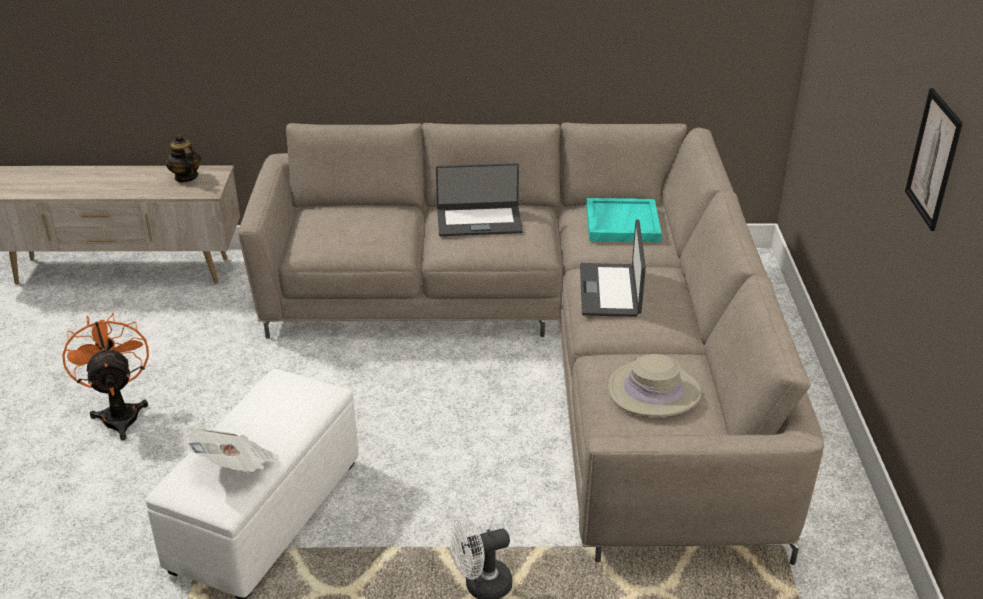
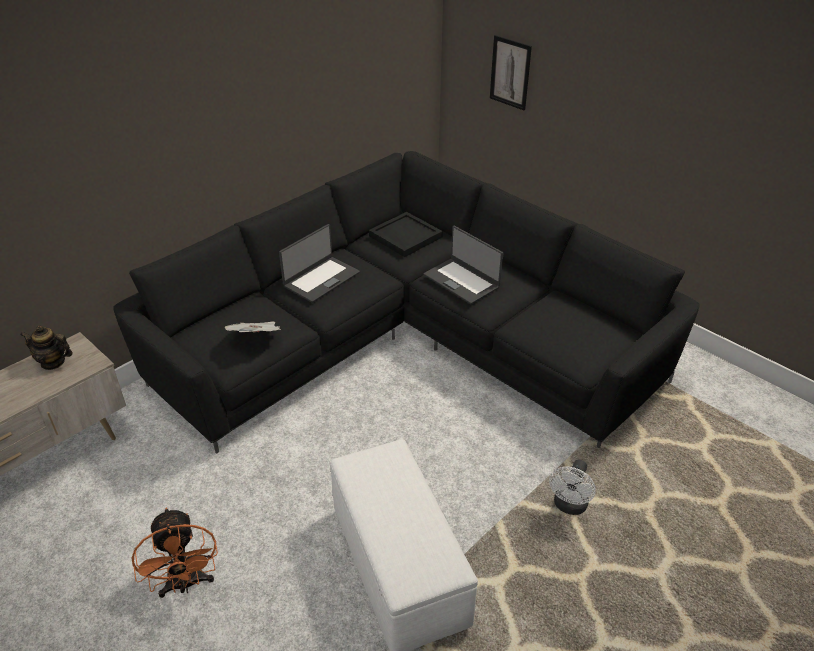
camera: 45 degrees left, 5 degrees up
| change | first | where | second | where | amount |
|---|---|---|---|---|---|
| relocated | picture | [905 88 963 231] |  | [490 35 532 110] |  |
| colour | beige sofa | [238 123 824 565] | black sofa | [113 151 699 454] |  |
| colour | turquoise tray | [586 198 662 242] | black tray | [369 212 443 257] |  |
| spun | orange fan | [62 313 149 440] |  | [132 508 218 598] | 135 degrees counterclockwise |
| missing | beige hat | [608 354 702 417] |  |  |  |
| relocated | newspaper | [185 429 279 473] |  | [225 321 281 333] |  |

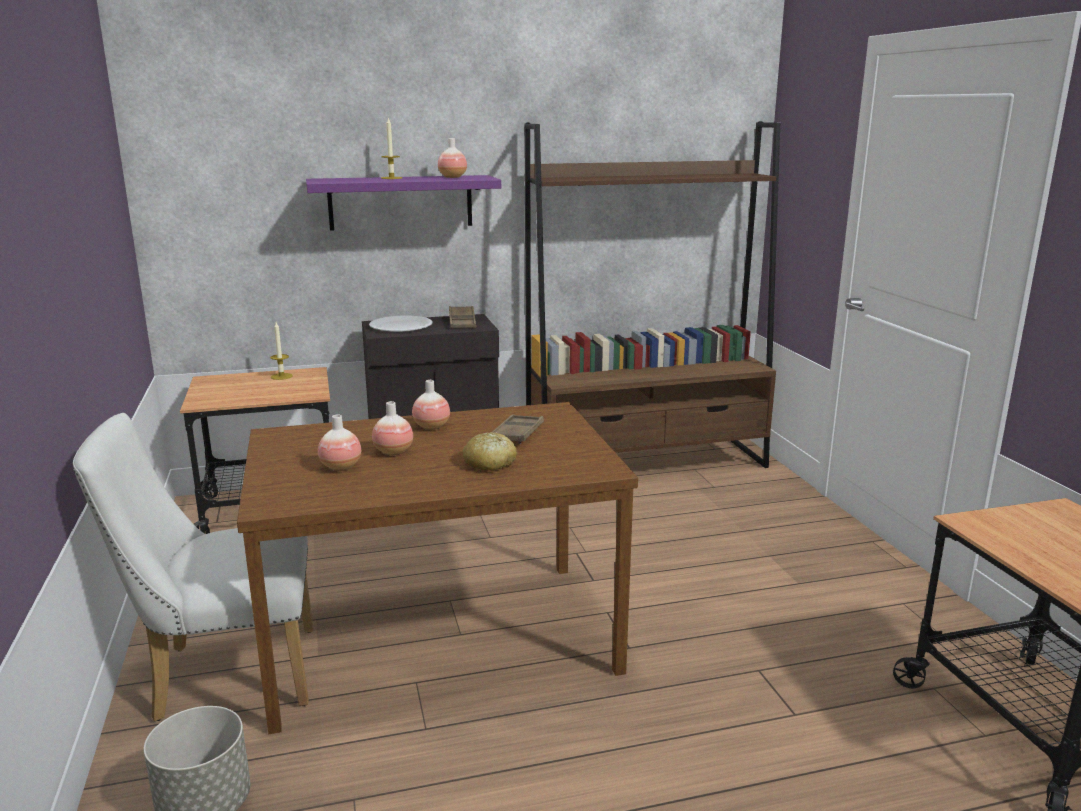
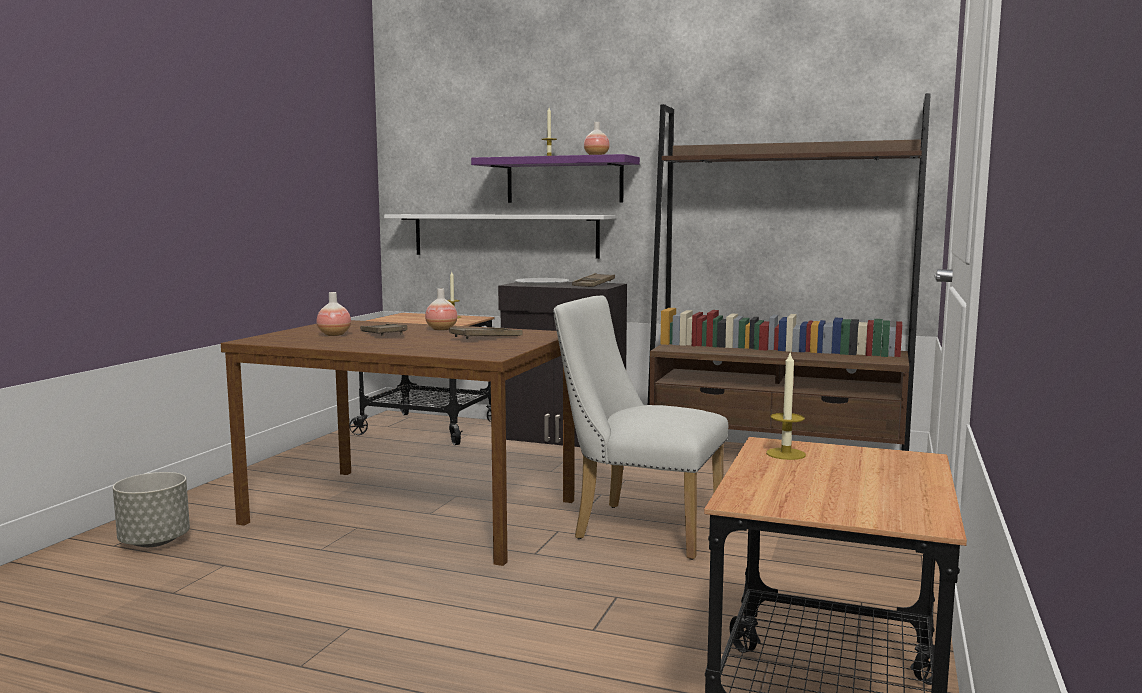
camera: 35 degrees right, 10 degrees down
| change | first | where | second | where | amount |
|---|---|---|---|---|---|
| exchanged | vase | [372 401 413 455] | brown tray | [360 324 407 336] |  |
| relocated | white chair | [73 413 313 721] |  | [553 296 728 560] |  |
| missing | bread | [463 432 517 471] |  |  |  |
| appeared |  |  | white shelf | [384 214 615 259] |  |
| appeared |  |  | candle | [766 353 806 460] |  |

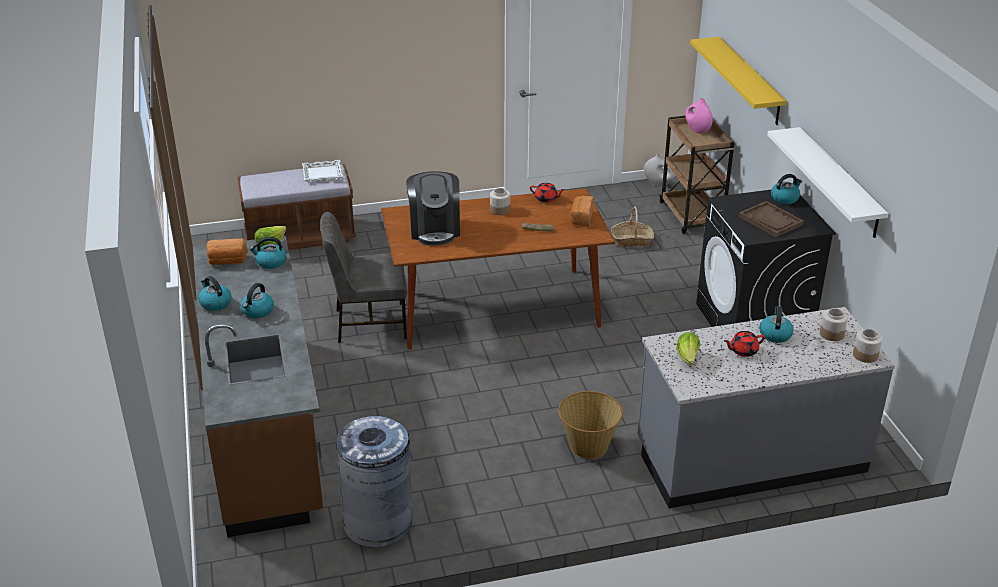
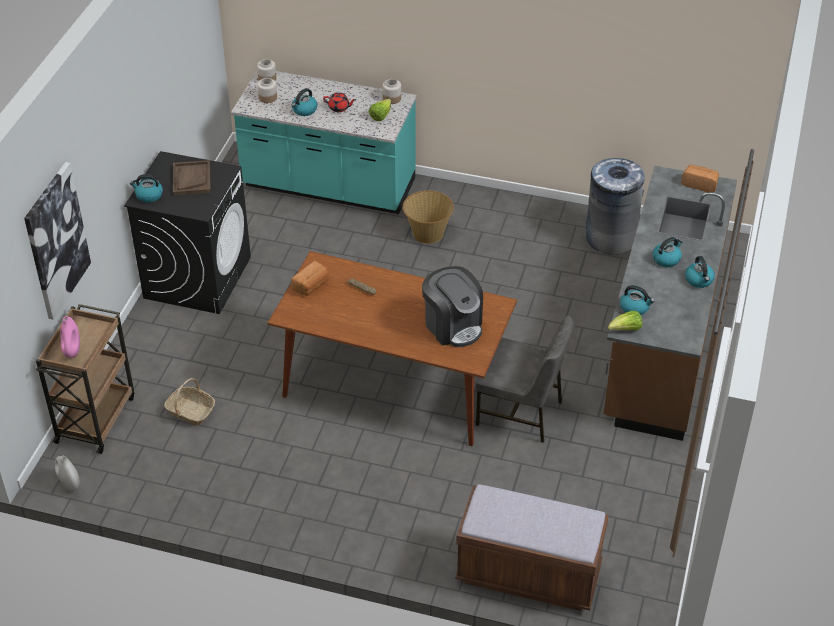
camera: 150 degrees left, 10 degrees up
| change | first | where | second | where | amount |
|---|---|---|---|---|---|
| exchanged | yellow shelf | [690 37 787 125] | picture | [24 162 91 320] |  |
| missing | white shelf | [767 127 889 238] |  |  |  |
| missing | white tray | [302 160 343 182] |  |  |  |
| spun | coffee machine | [406 171 460 246] |  | [422 266 483 347] | 120 degrees clockwise |
| missing | red teapot | [530 183 565 203] |  |  |  |
| relocated | jar | [490 188 510 215] |  | [383 79 401 104] |  |
| relocated | bread | [207 239 248 265] |  | [681 165 719 193] |  |
| colour | grey counter | [637 307 895 508] | turquoise counter | [231 71 417 214] |  |

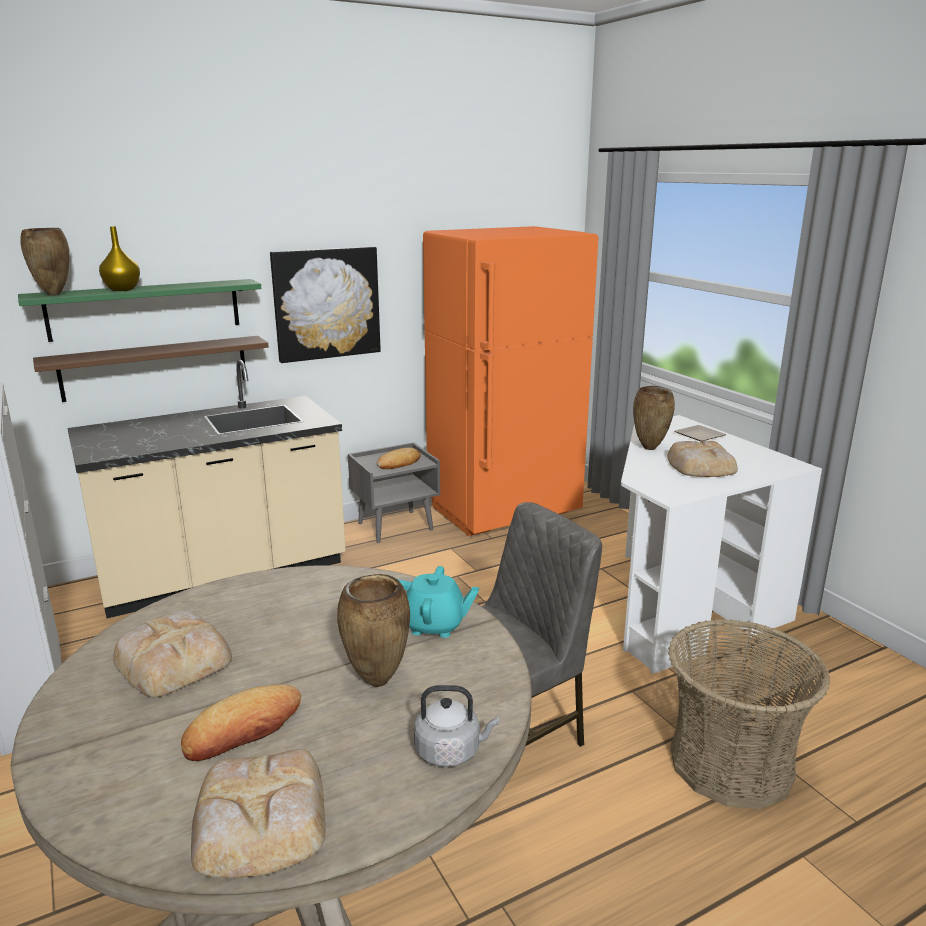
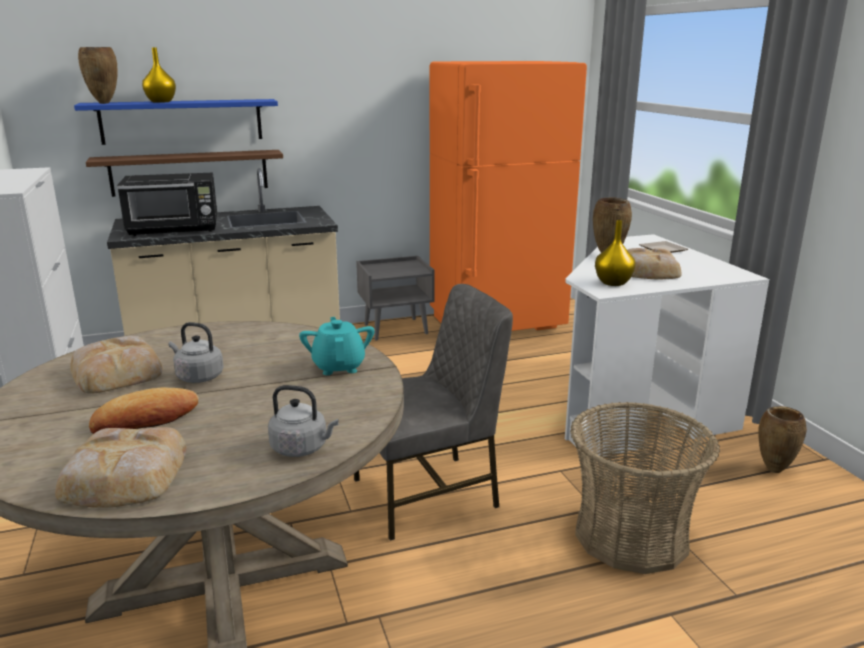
camera: 10 degrees right, 0 degrees up
| change | first | where | second | where | amount |
|---|---|---|---|---|---|
| missing | picture | [270 247 381 363] |  |  |  |
| colour | green shelf | [18 279 261 342] | blue shelf | [74 99 278 145] |  |
| missing | bread | [377 448 421 469] |  |  |  |
| spun | turquoise teapot | [398 566 479 638] |  | [299 317 375 375] | 120 degrees counterclockwise |
| relocated | brown vase | [337 574 410 687] |  | [759 406 807 473] |  |
| appeared |  |  | black microwave | [117 173 217 236] |  |
| appeared |  |  | yellow vase | [595 220 636 286] |  |
| appeared |  |  | grey kettle | [169 322 224 383] |  |

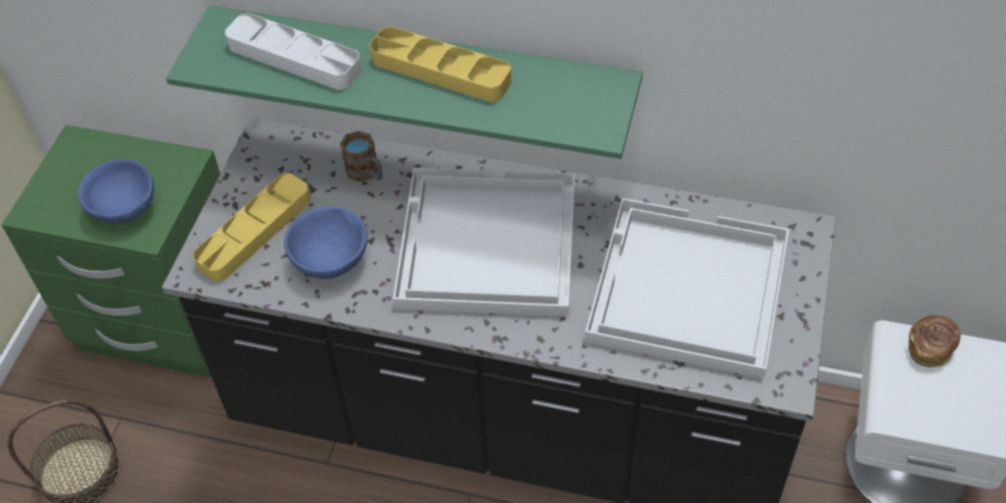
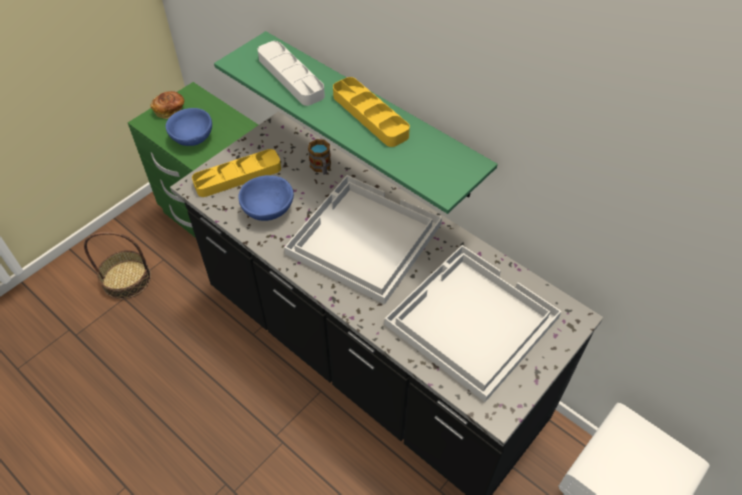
camera: 25 degrees right, 0 degrees up
| change | first | where | second | where | amount |
|---|---|---|---|---|---|
| relocated | bread | [908 315 961 367] |  | [151 91 184 119] |  |

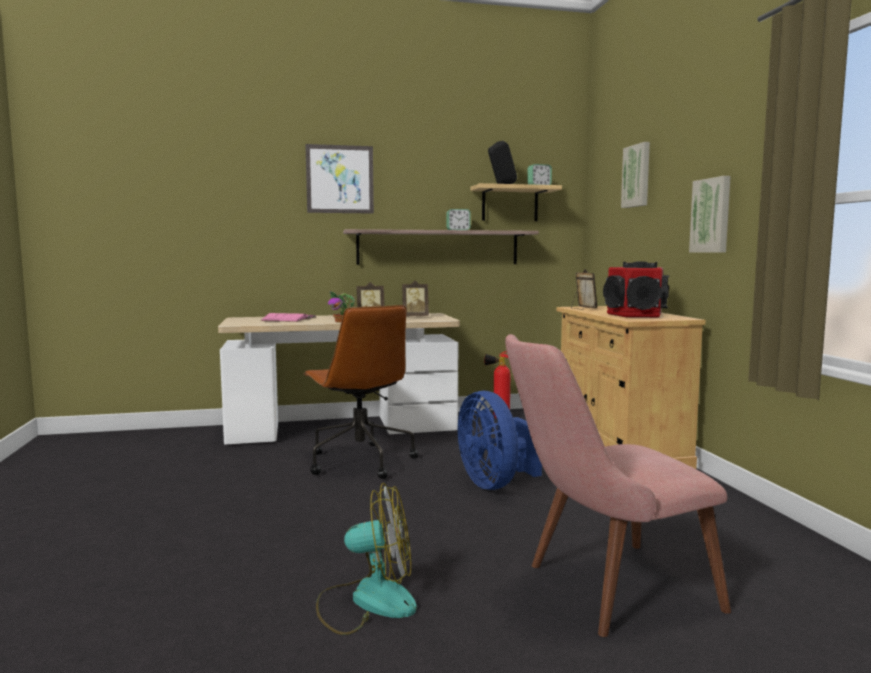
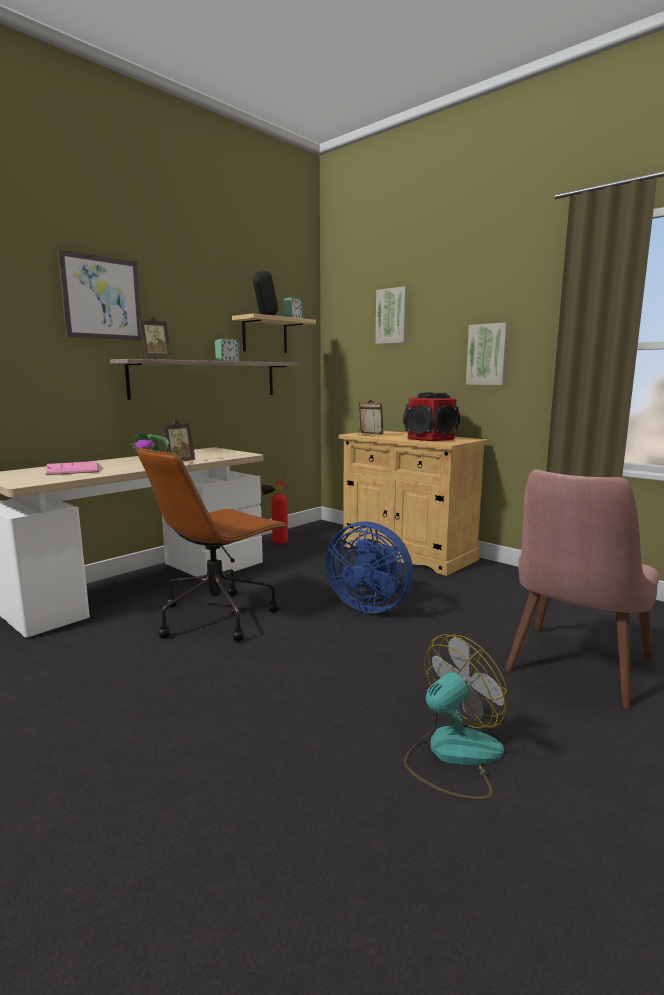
camera: 35 degrees left, 5 degrees up
| change | first | where | second | where | amount |
|---|---|---|---|---|---|
| relocated | picture frame | [402 281 429 317] |  | [139 316 171 360] |  |
| spun | brown office chair | [303 305 419 479] |  | [137 448 287 642] | 105 degrees clockwise |

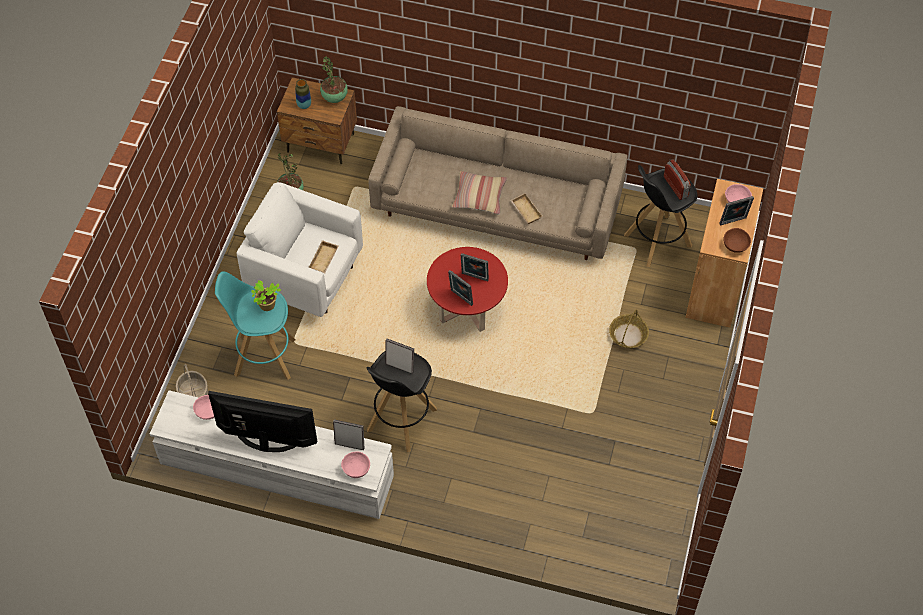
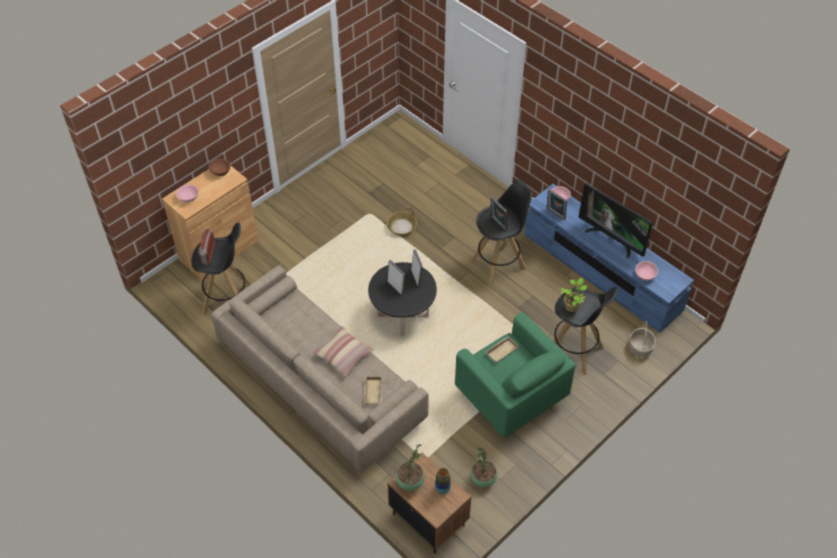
camera: 150 degrees left, 5 degrees down
| change | first | where | second | where | amount |
|---|---|---|---|---|---|
| colour | white armchair | [237 182 363 317] | green armchair | [455 313 576 438] |  |
| relocated | beige tray | [510 193 543 224] |  | [365 376 382 405] |  |
| missing | picture frame | [719 196 754 226] |  |  |  |
| colour | red coffee table | [427 247 508 332] | black coffee table | [368 262 437 336] |  |
| colour | turquoise stool | [215 271 296 380] | black stool | [553 287 618 375] |  |
| relocated | basket | [609 309 649 348] |  | [386 207 417 236] |  |
| colour | white tv stand | [150 390 394 519] | blue tv stand | [524 184 694 333] |  |

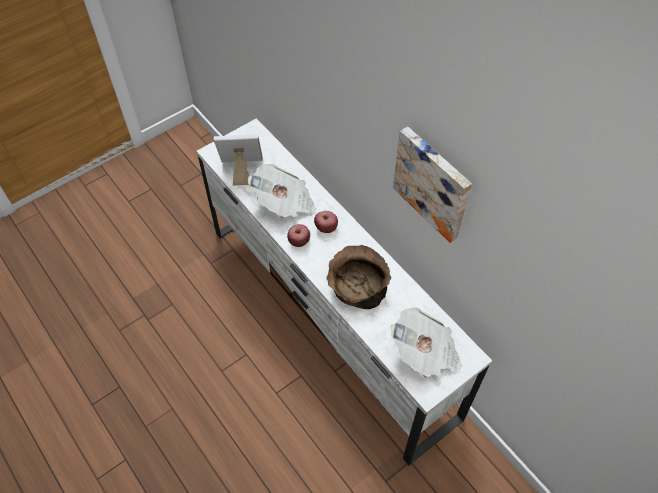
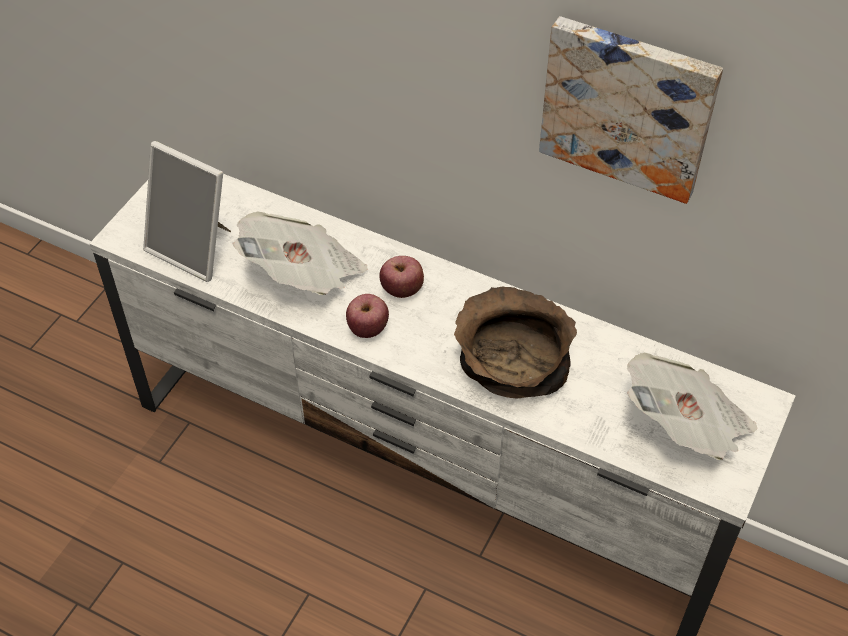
camera: 25 degrees left, 5 degrees down
| change | first | where | second | where | amount |
|---|---|---|---|---|---|
| spun | picture frame | [213 134 263 186] |  | [143 141 231 282] | 120 degrees counterclockwise |

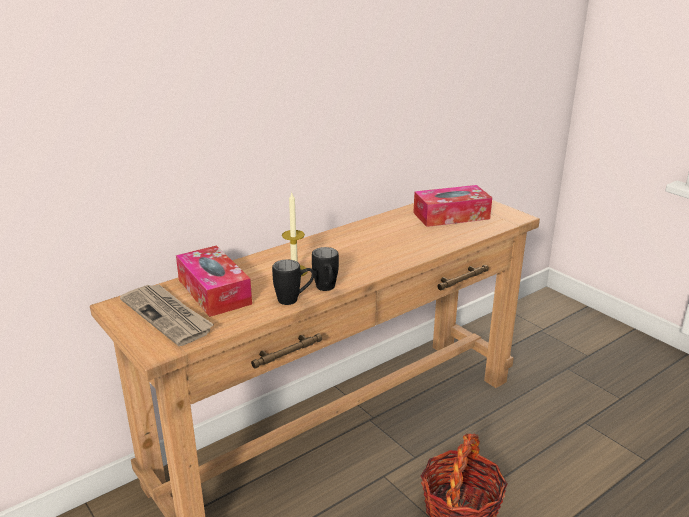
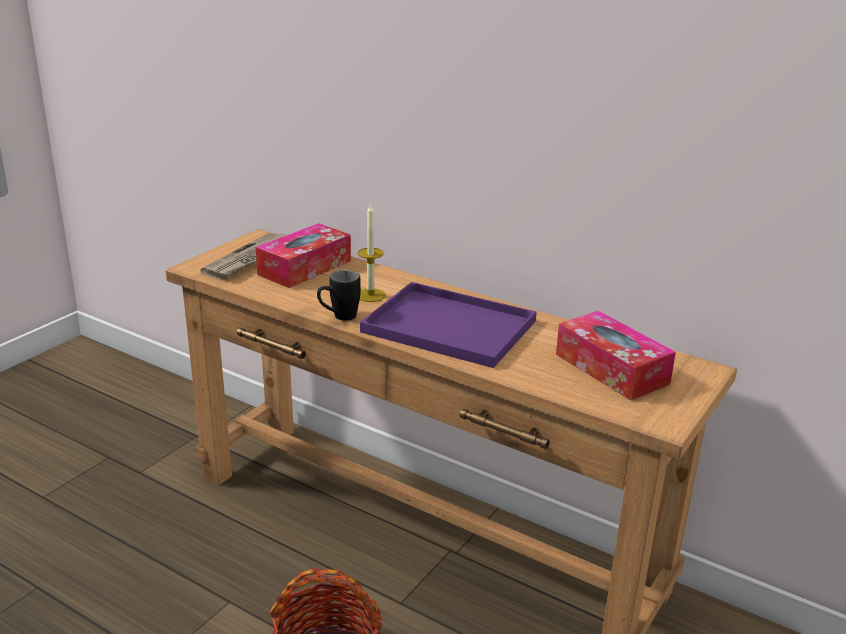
camera: 70 degrees right, 0 degrees up
| change | first | where | second | where | amount |
|---|---|---|---|---|---|
| missing | black mug | [272 259 314 305] |  |  |  |
| appeared |  |  | purple tray | [360 282 537 368] |  |

